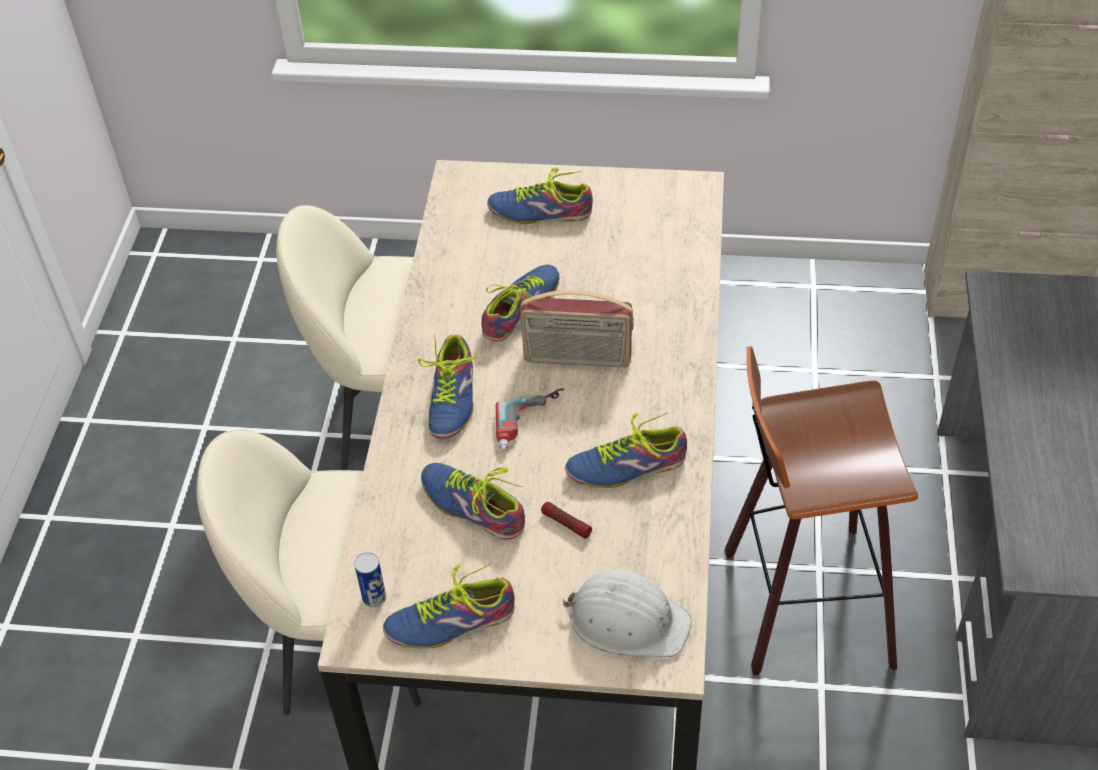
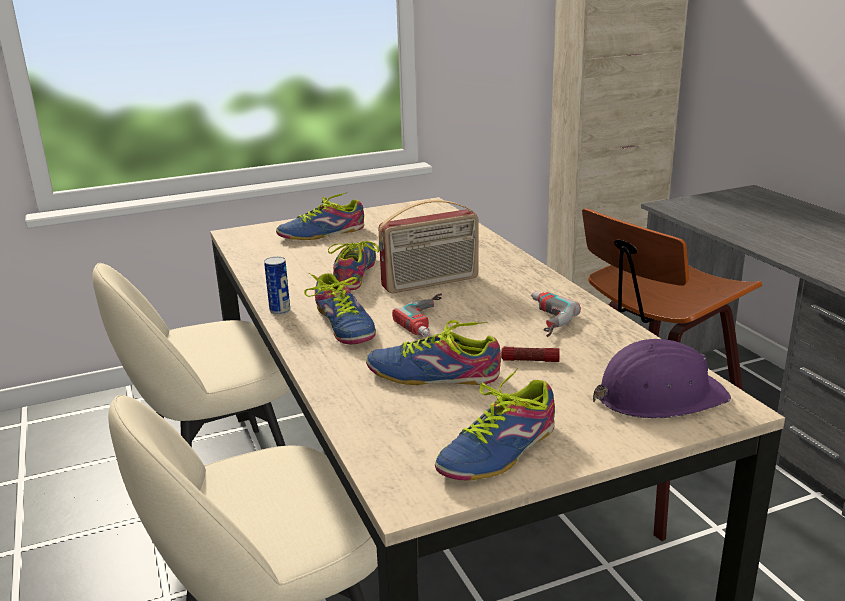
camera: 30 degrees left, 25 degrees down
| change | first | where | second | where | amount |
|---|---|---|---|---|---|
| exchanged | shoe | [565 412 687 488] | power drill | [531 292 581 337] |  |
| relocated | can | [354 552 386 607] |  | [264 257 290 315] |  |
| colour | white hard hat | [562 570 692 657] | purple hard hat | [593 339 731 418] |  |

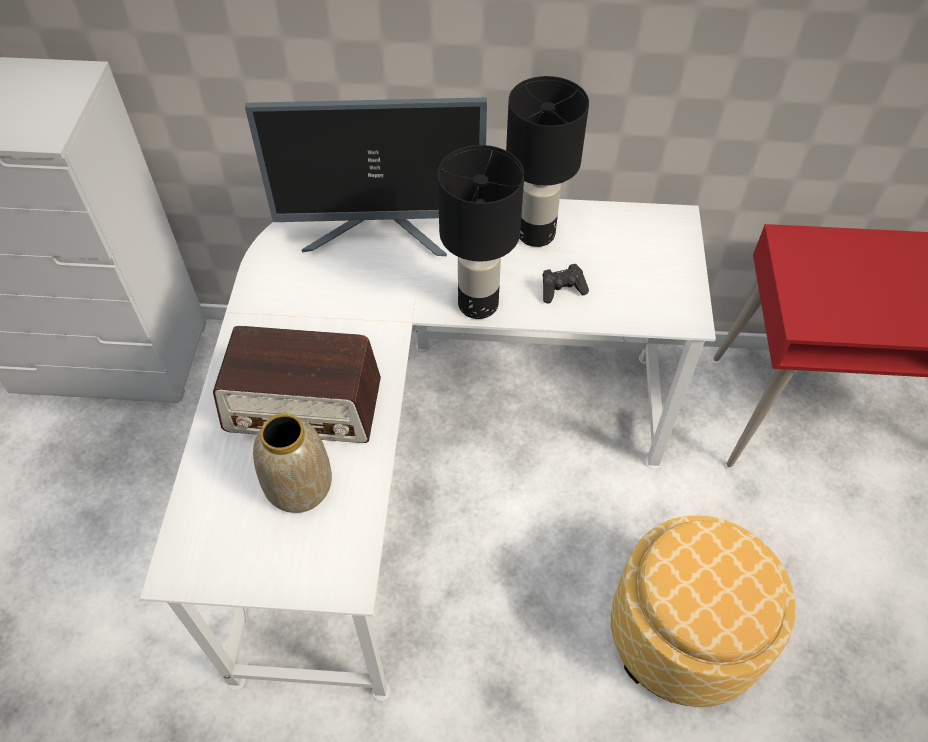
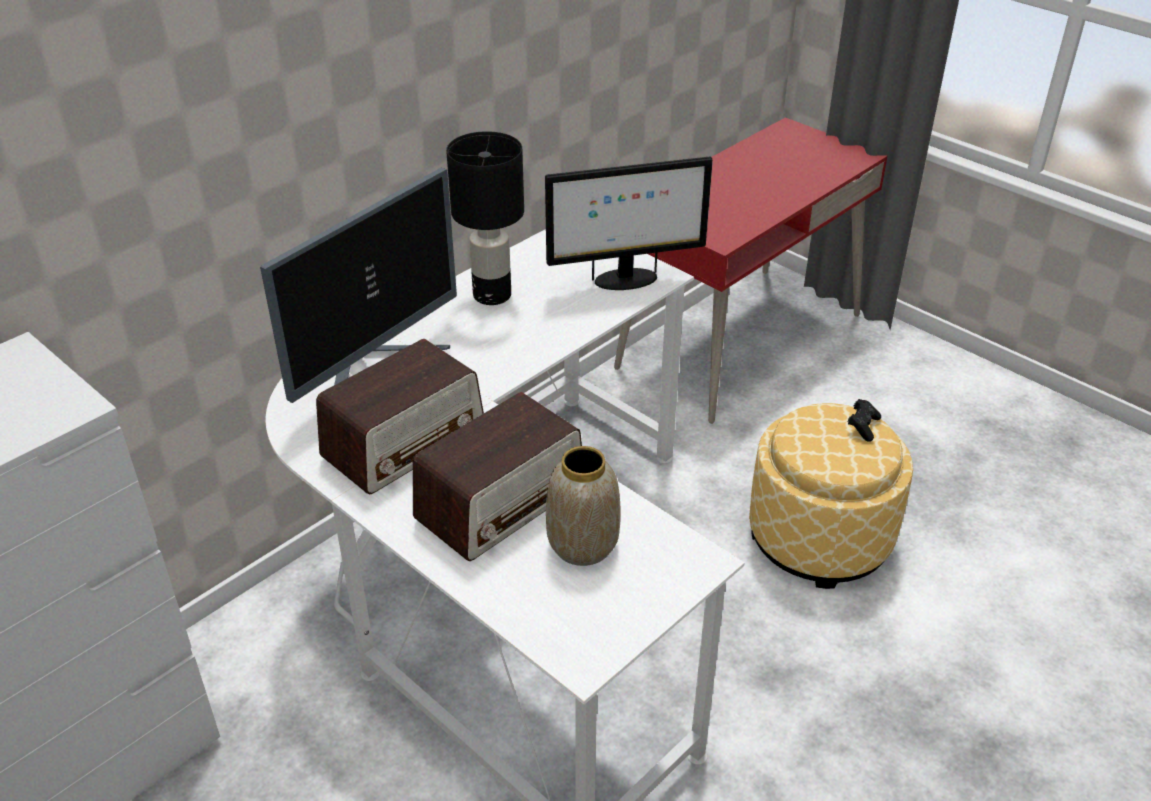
camera: 50 degrees left, 15 degrees down
| change | first | where | second | where | amount |
|---|---|---|---|---|---|
| missing | black table lamp | [438 145 524 319] |  |  |  |
| relocated | black game controller | [542 264 589 303] |  | [848 399 881 442] |  |
| appeared |  |  | monitor | [545 157 713 290] |  |
| appeared |  |  | radio | [316 339 484 494] |  |

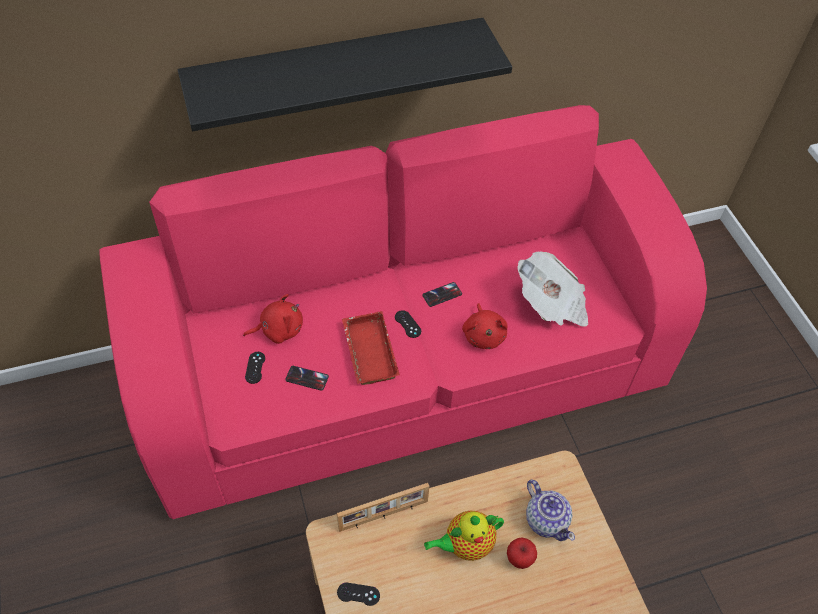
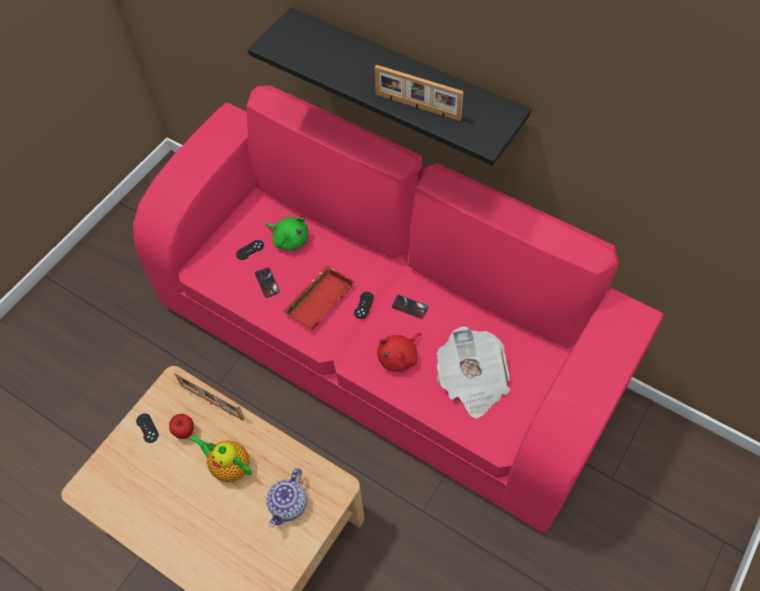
camera: 55 degrees right, 5 degrees up
| change | first | where | second | where | amount |
|---|---|---|---|---|---|
| colour | red plush toy | [243 294 303 344] | green plush toy | [266 217 308 251] |  |
| relocated | apple | [507 537 537 569] |  | [169 414 194 439] |  |
| appeared |  |  | picture frame | [375 65 463 121] |  |

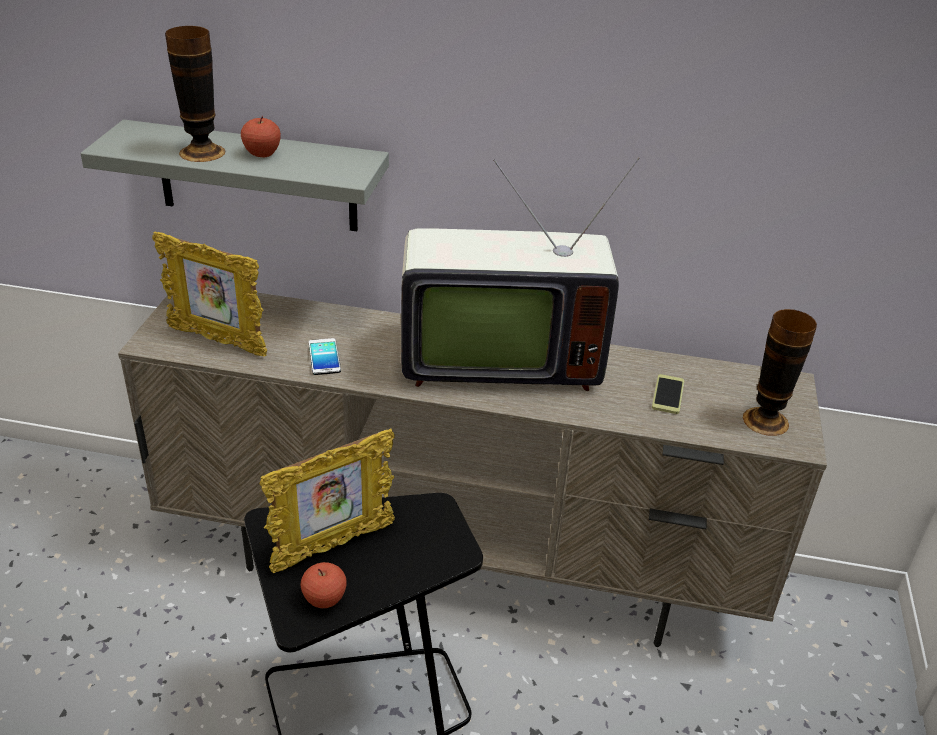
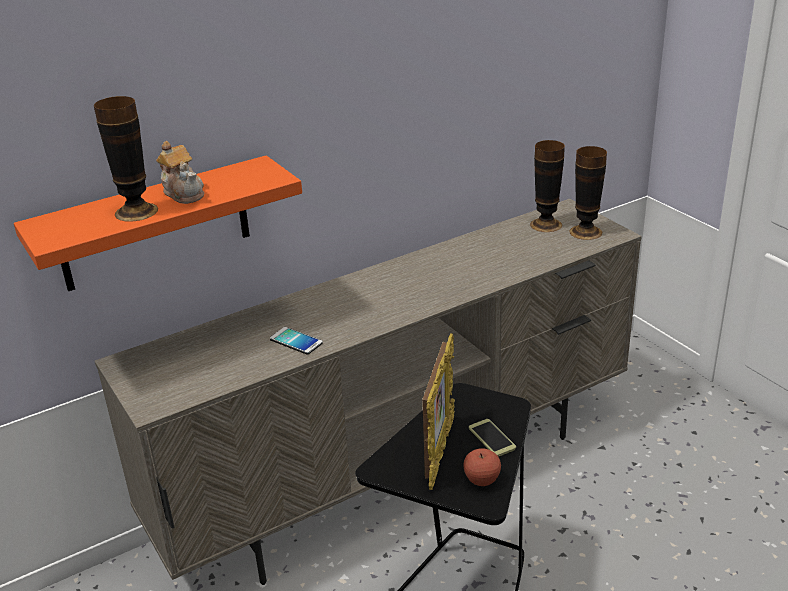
camera: 40 degrees left, 5 degrees down
| change | first | where | second | where | amount |
|---|---|---|---|---|---|
| exchanged | apple | [241 116 281 157] | teapot | [156 141 204 204] |  |
| colour | grey shelf | [80 120 389 231] | orange shelf | [14 155 302 291] |  |
| missing | television | [401 157 640 391] |  |  |  |
| missing | picture frame | [152 231 267 357] |  |  |  |
| relocated | phone | [652 374 684 414] |  | [469 419 516 457] |  |
| appeared |  |  | vase | [530 140 565 232] |  |

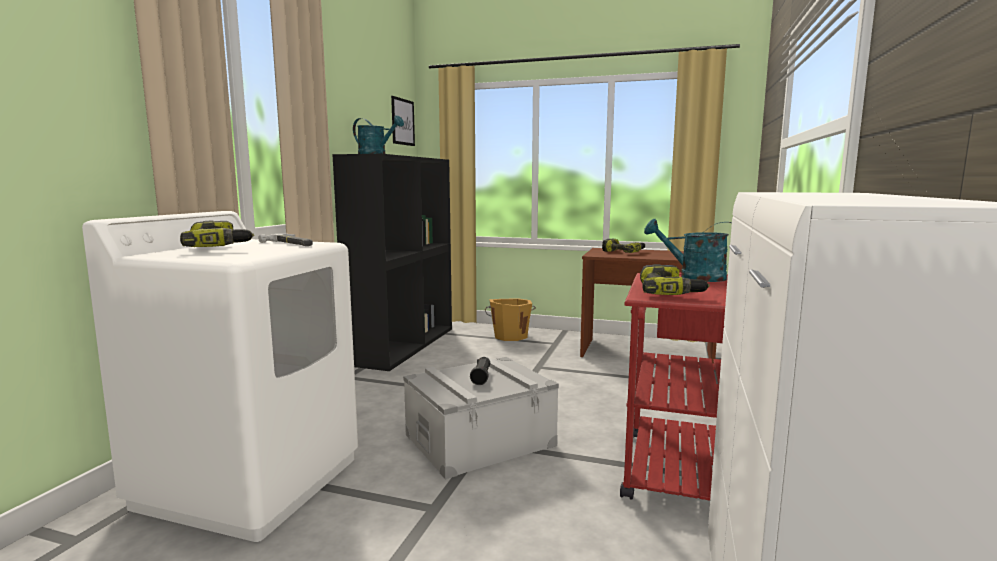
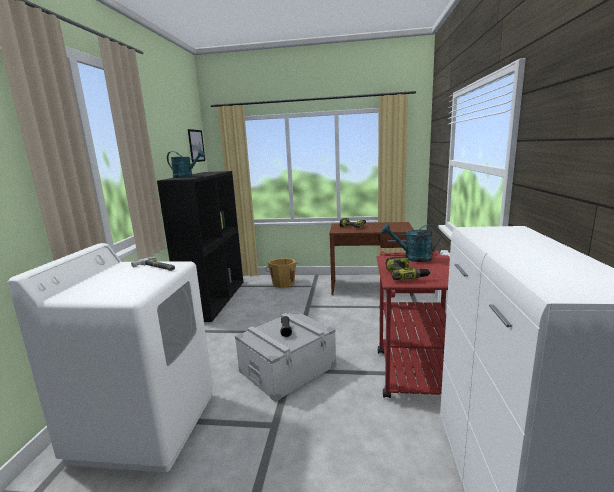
camera: 10 degrees left, 5 degrees up
| change | first | where | second | where | amount |
|---|---|---|---|---|---|
| missing | power drill | [180 221 254 247] |  |  |  |

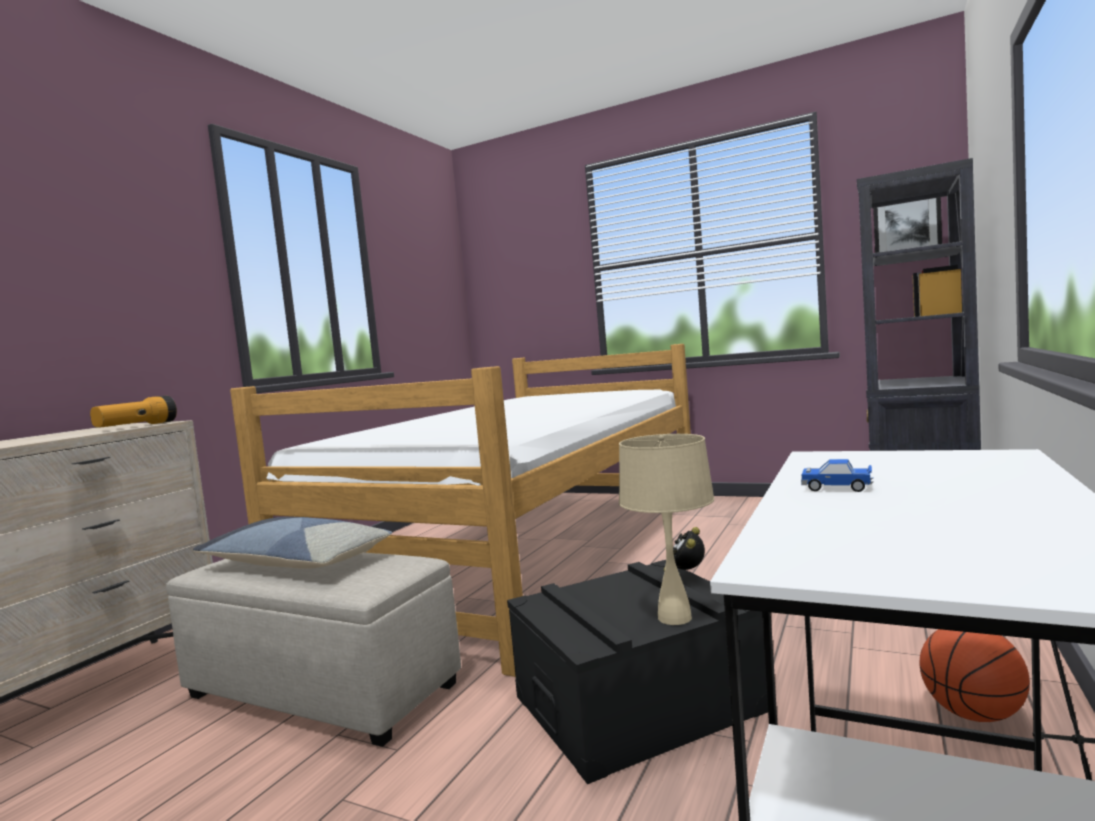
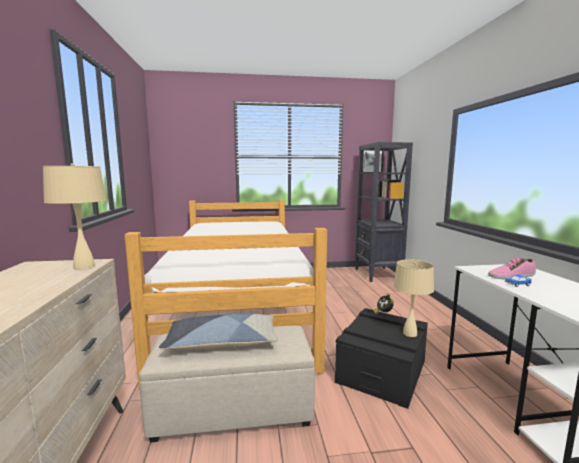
camera: 35 degrees left, 5 degrees up
| change | first | where | second | where | amount |
|---|---|---|---|---|---|
| exchanged | flashlight | [90 396 177 428] | beige table lamp | [43 163 107 270] |  |
| missing | basketball | [919 629 1030 722] |  |  |  |
| appeared |  |  | shoe | [488 257 536 279] |  |

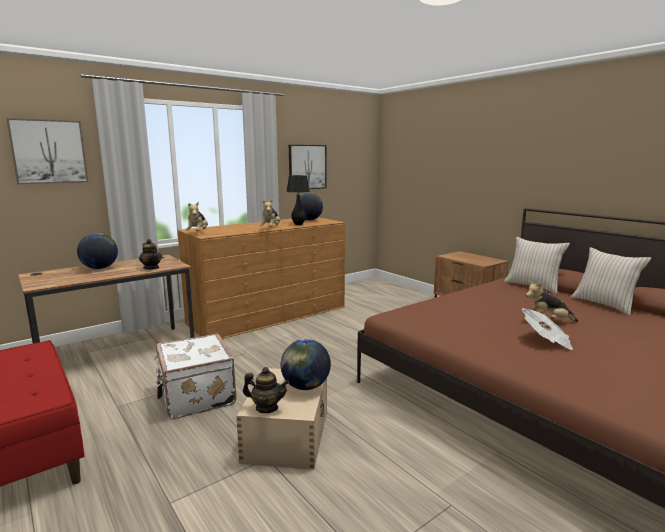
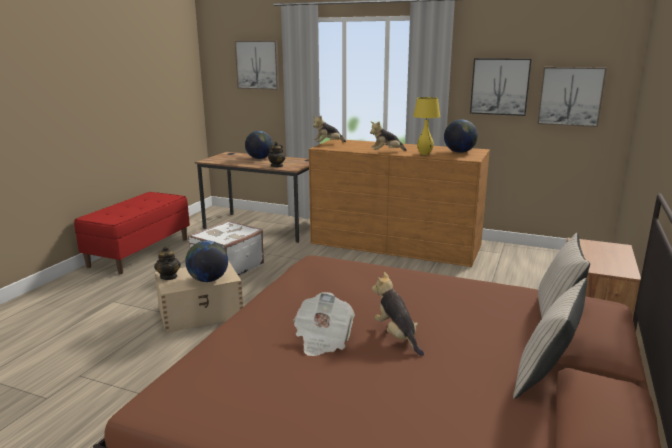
camera: 60 degrees right, 5 degrees up
| change | first | where | second | where | amount |
|---|---|---|---|---|---|
| colour | black table lamp | [286 175 310 225] | yellow table lamp | [413 97 440 155] |  |
| appeared |  |  | picture | [537 67 607 127] |  |

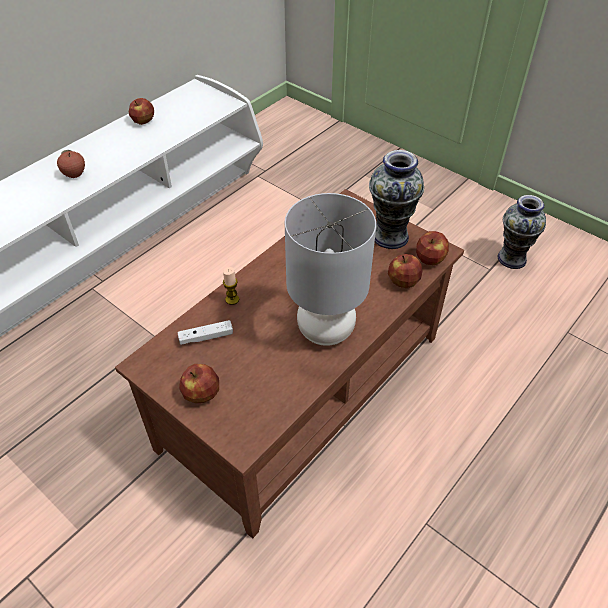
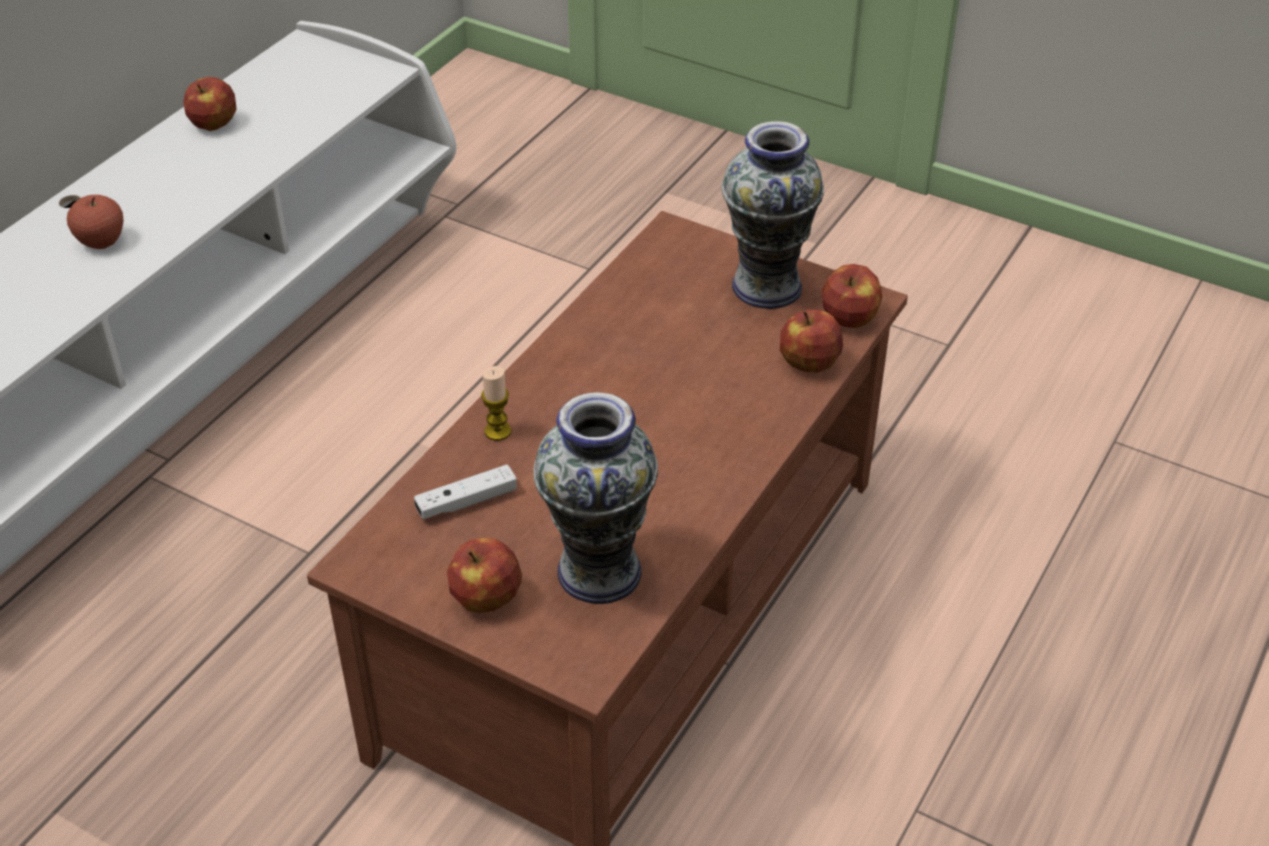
camera: 10 degrees left, 5 degrees down
| change | first | where | second | where | amount |
|---|---|---|---|---|---|
| missing | grey table lamp | [285 193 376 346] |  |  |  |
| relocated | vase | [498 195 546 269] |  | [533 393 658 604] |  |

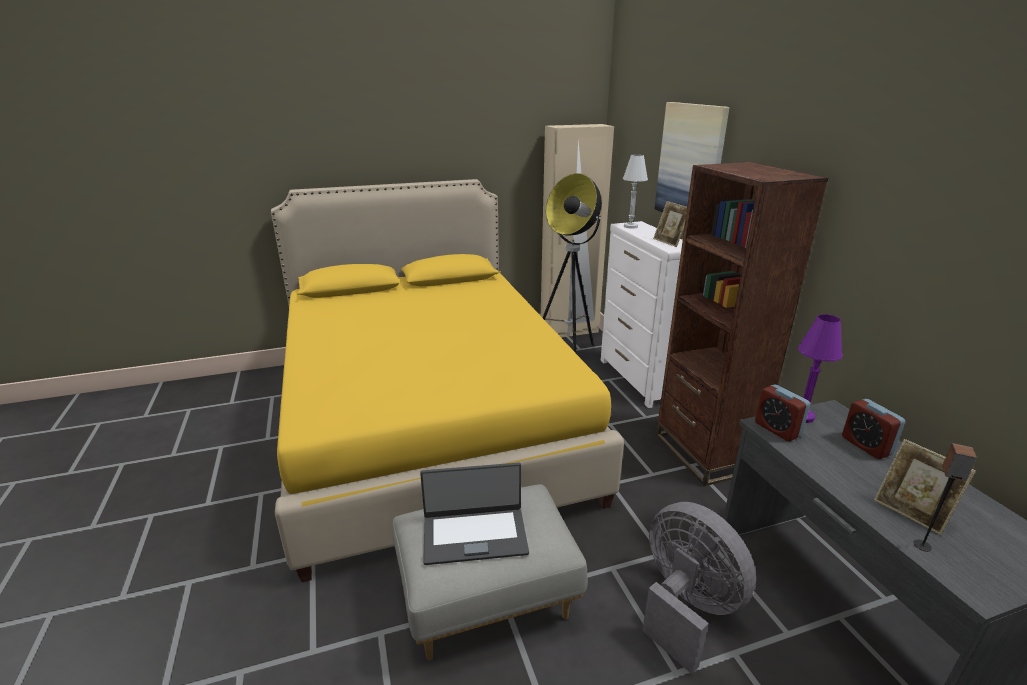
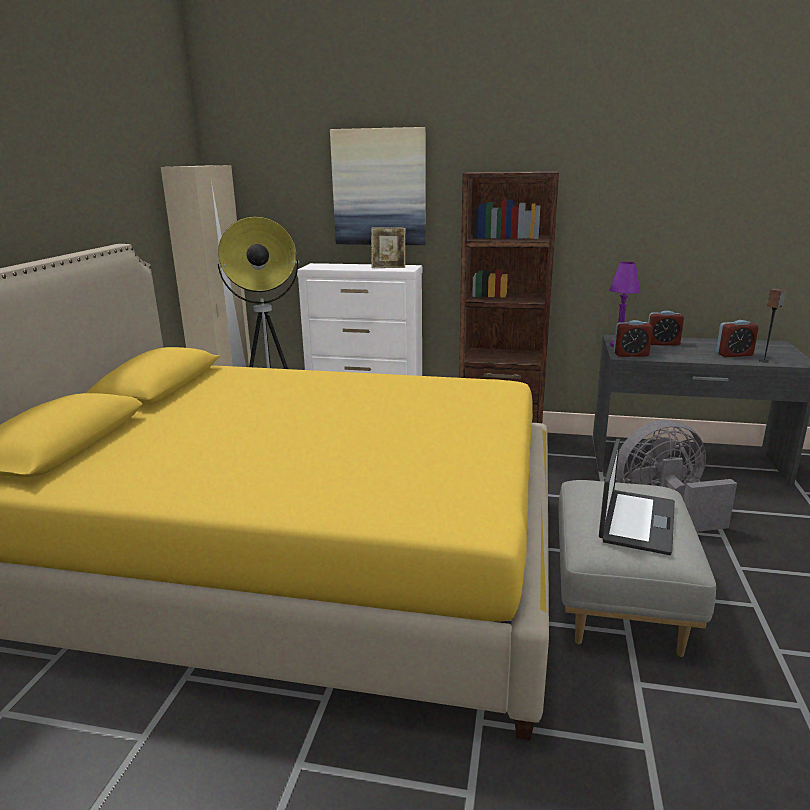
camera: 60 degrees left, 5 degrees down
| change | first | where | second | where | amount |
|---|---|---|---|---|---|
| missing | white table lamp | [623 154 648 229] |  |  |  |
| exchanged | picture frame | [874 439 976 535] | alarm clock | [716 320 759 357] |  |

